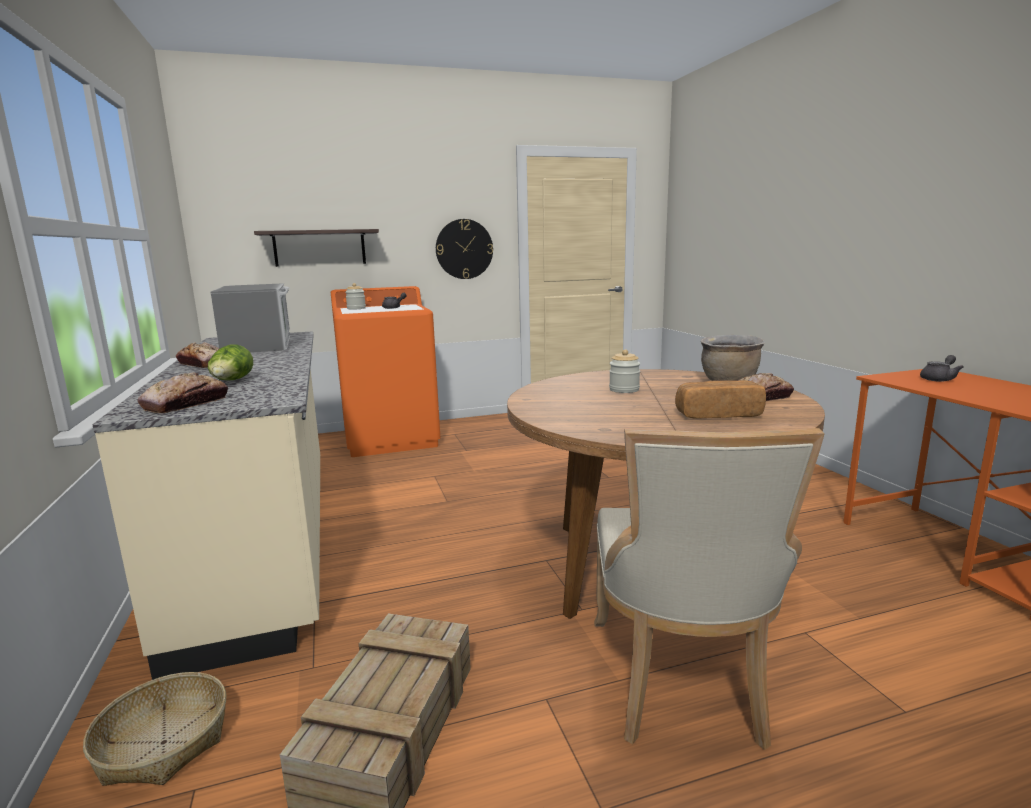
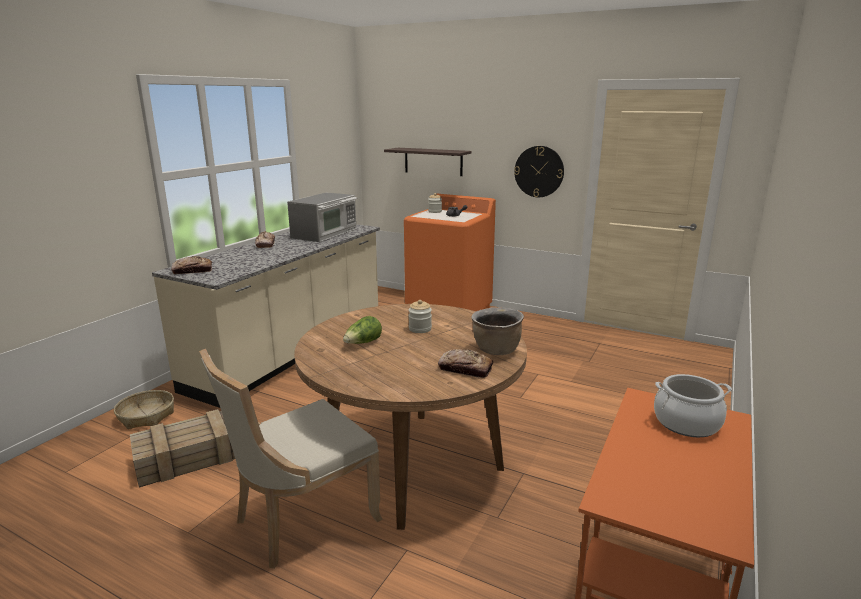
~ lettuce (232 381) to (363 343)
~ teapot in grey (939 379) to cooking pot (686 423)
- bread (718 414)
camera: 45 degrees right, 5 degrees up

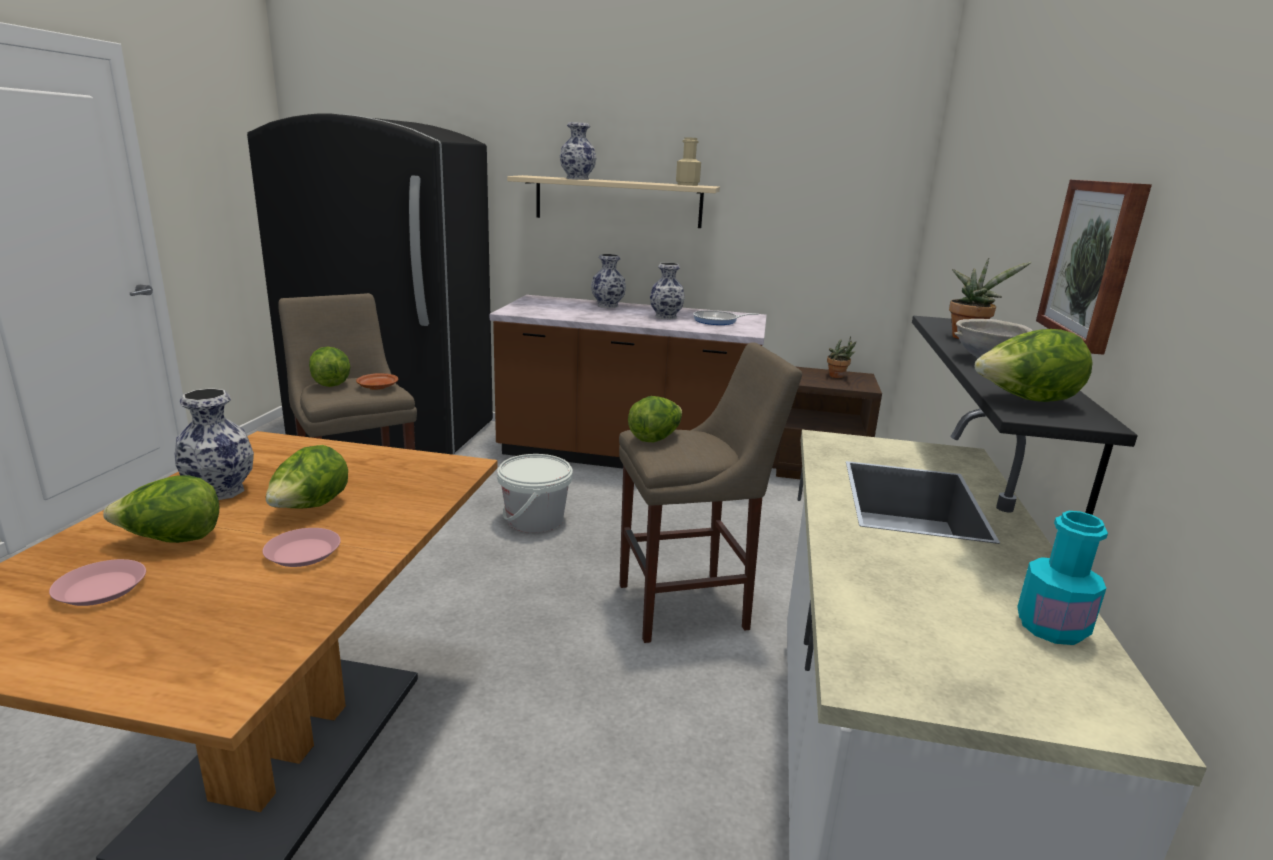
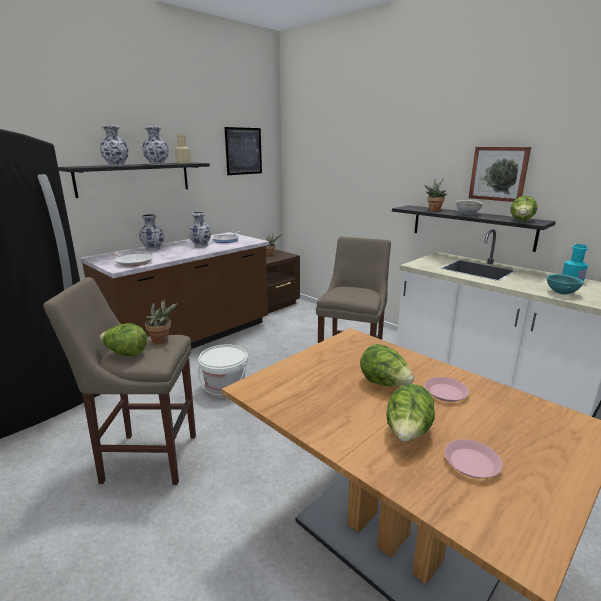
~ shelf in beige (618 201) to shelf in black (134 178)
+ frying pan (133 262)
~ vase (219 491) to (157 164)
~ plate in brown (377 387) to potted plant (162 340)
+ picture (243 151)
+ bowl in turquoise (562 293)
- lettuce (655 438)
camera: 55 degrees left, 0 degrees up

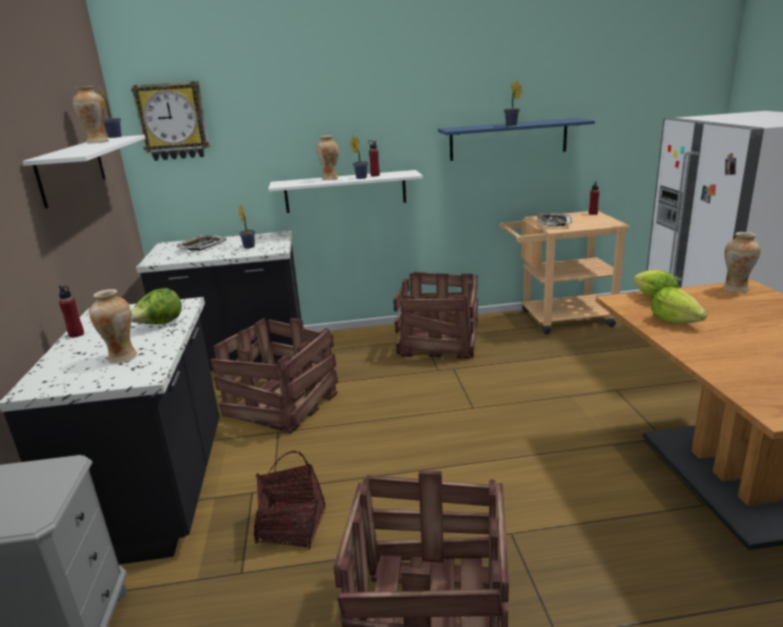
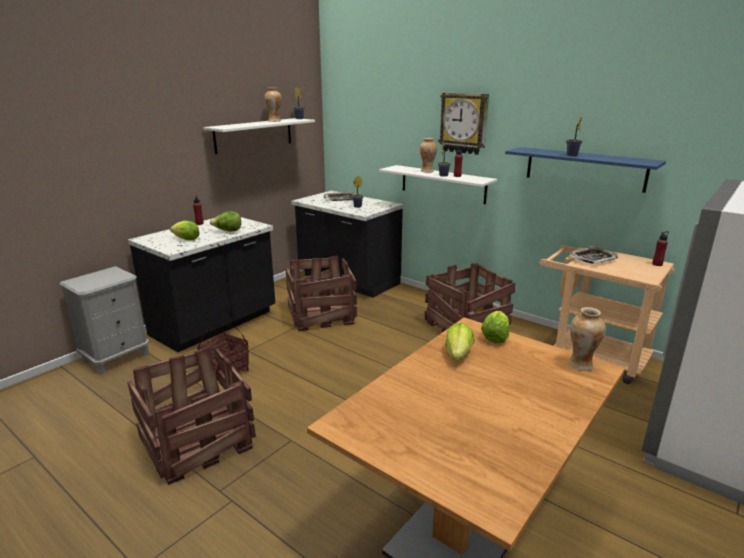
~ vase (122 357) to lettuce (186 239)
~ wall clock (173 121) to (464 123)
camera: 45 degrees right, 0 degrees up

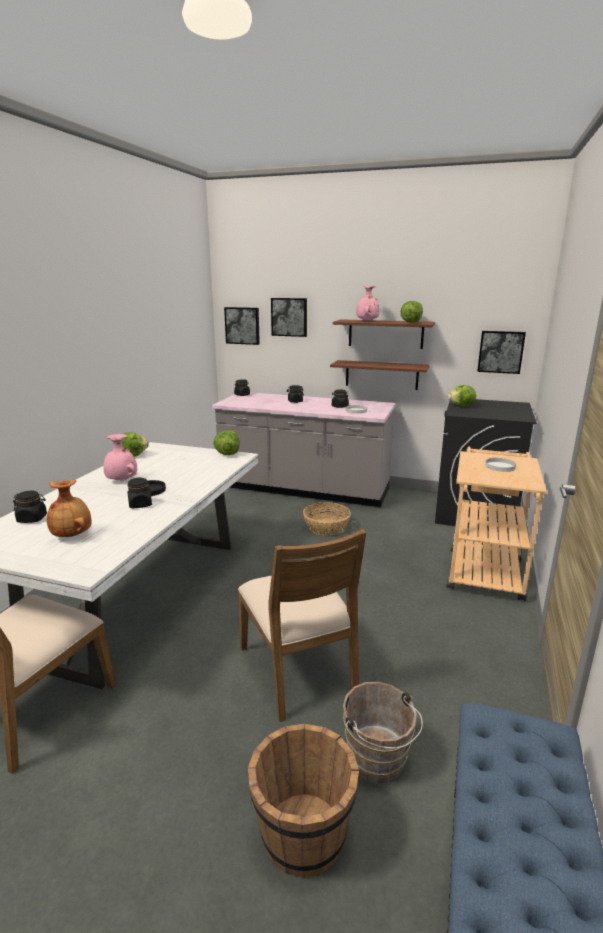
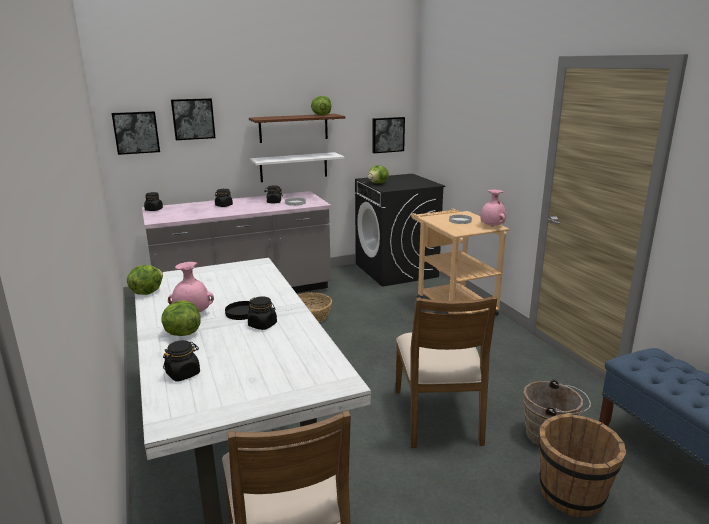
~ lettuce (227 454) to (182 333)
~ shelf in brown (381 375) to shelf in white (293 167)
~ chair in brown (299 670) = (439 416) 60 degrees clockwise
~ vase in pink (367 321) to (492 226)
- vase in brown (72 535)
camera: 40 degrees left, 0 degrees up

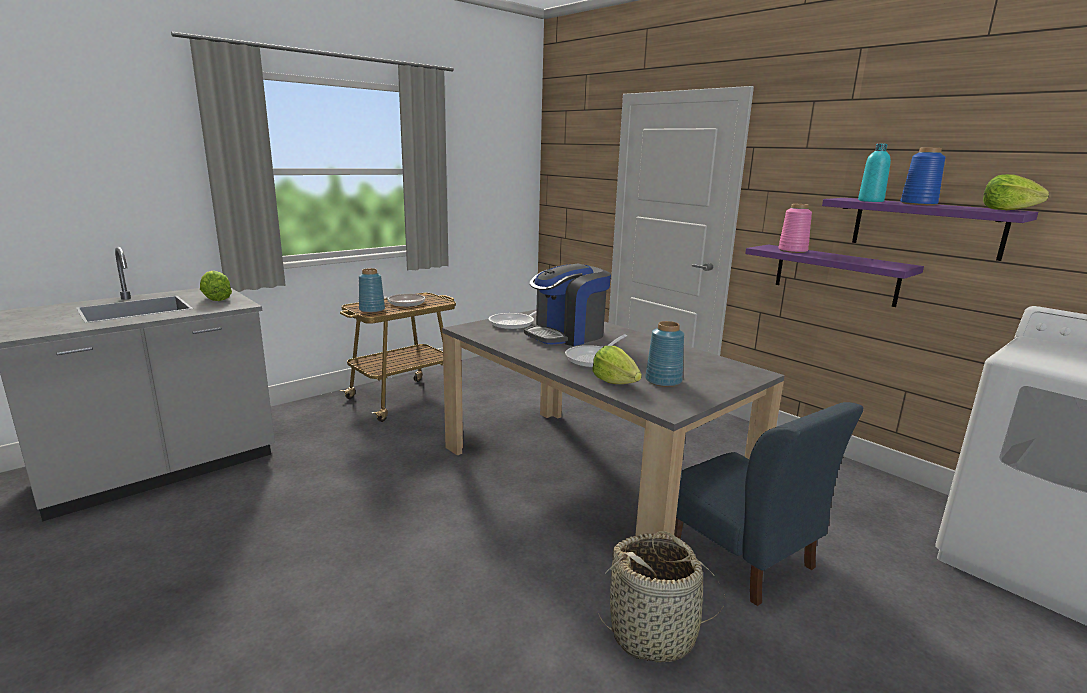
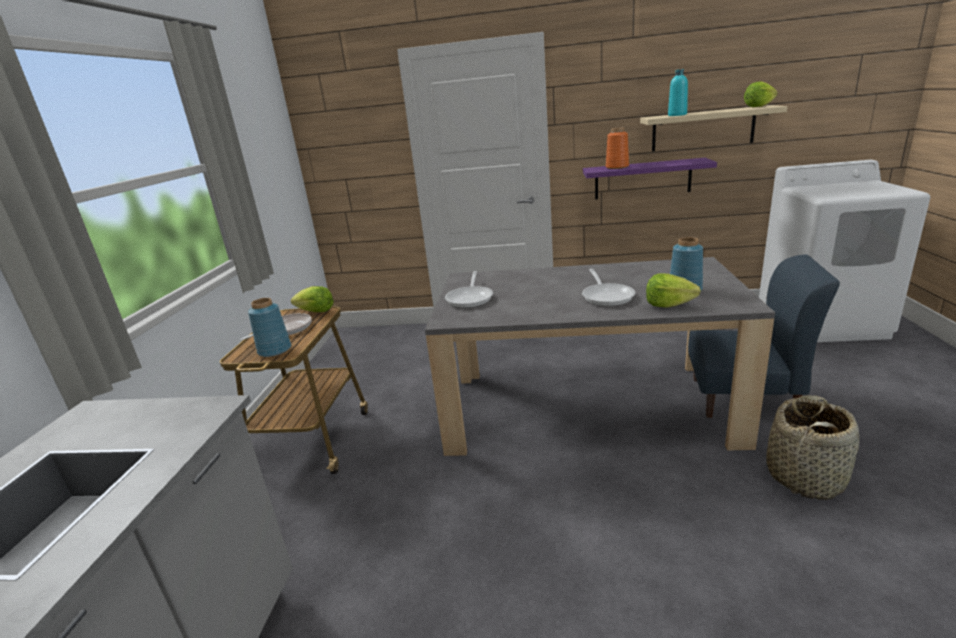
~ lettuce (216 299) to (316 311)
~ vase in pink (792 251) to vase in orange (617 167)
~ shelf in purple (926 227) to shelf in beige (703 129)
- coffee machine (567 335)
- vase in blue (919 204)
camera: 40 degrees left, 5 degrees up

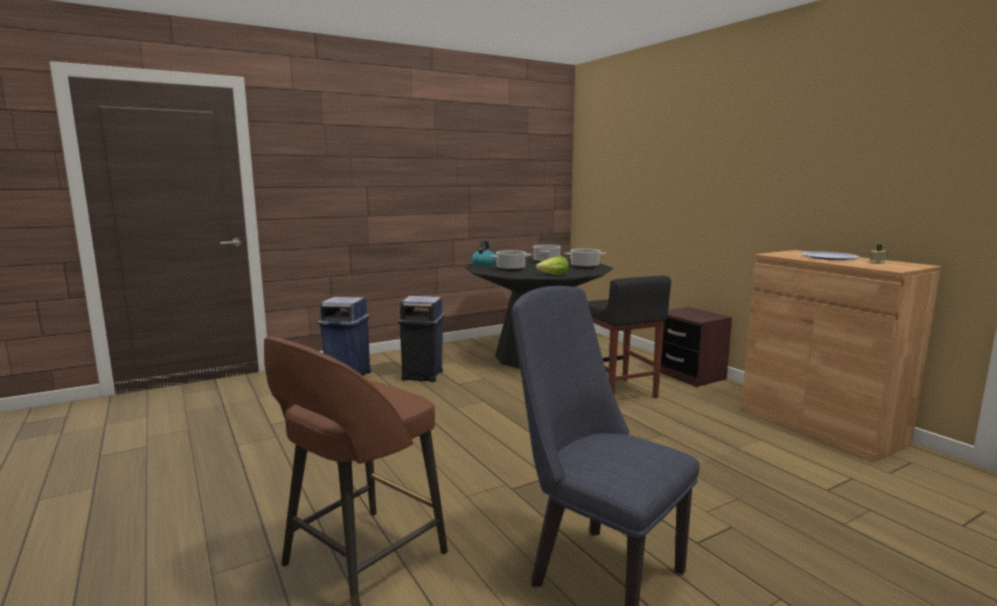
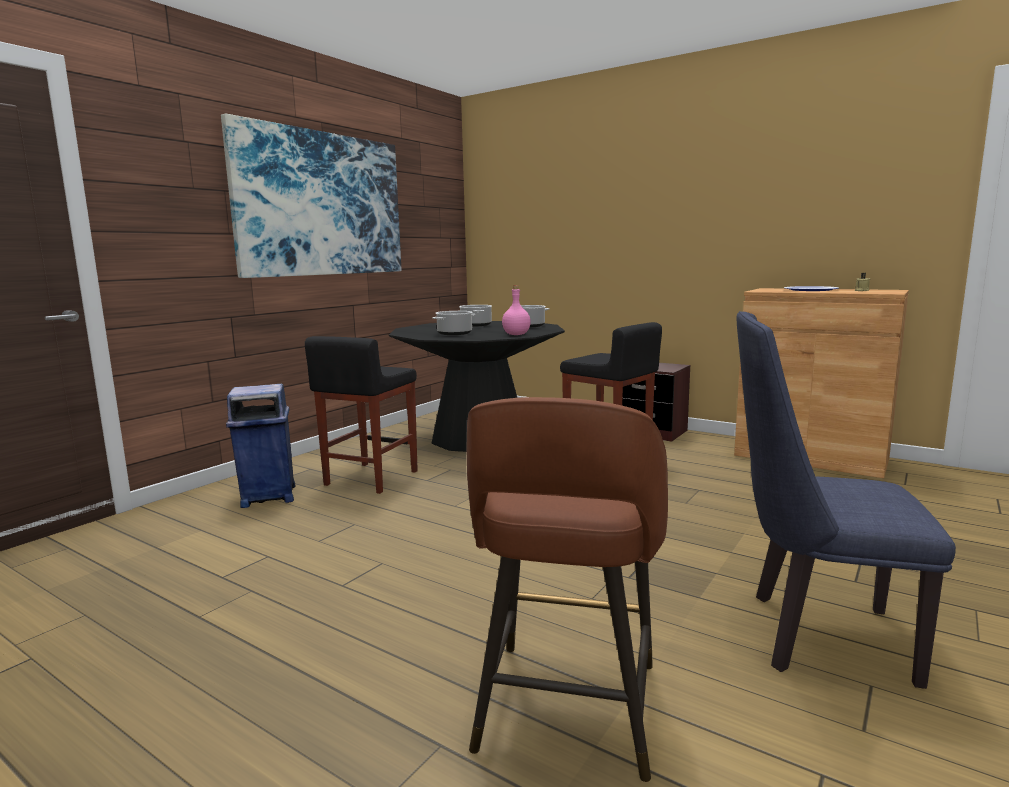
+ picture (321 204)
~ trash can in blue (423 375) to stool in black (370 478)
~ lettuce (553 275) to bottle in pink (517 334)
- kettle (484 264)
camera: 25 degrees left, 0 degrees up

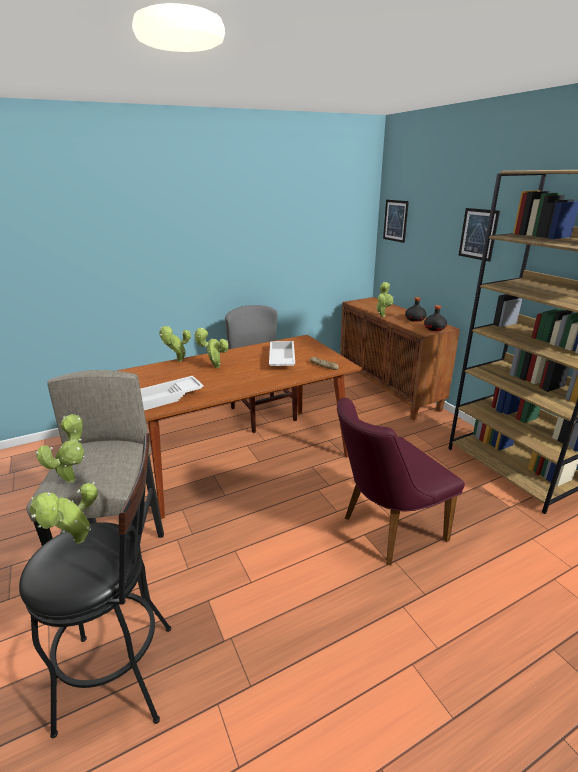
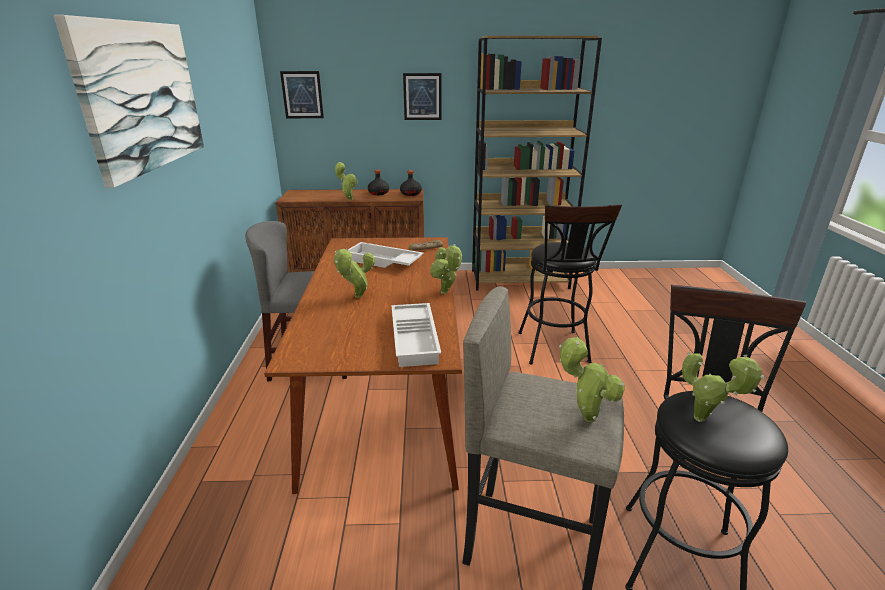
+ picture (142 96)
~ potted plant (178 361) to (445 293)
~ chair in purple (385 530) to stool in black (555 350)
camera: 65 degrees left, 0 degrees up

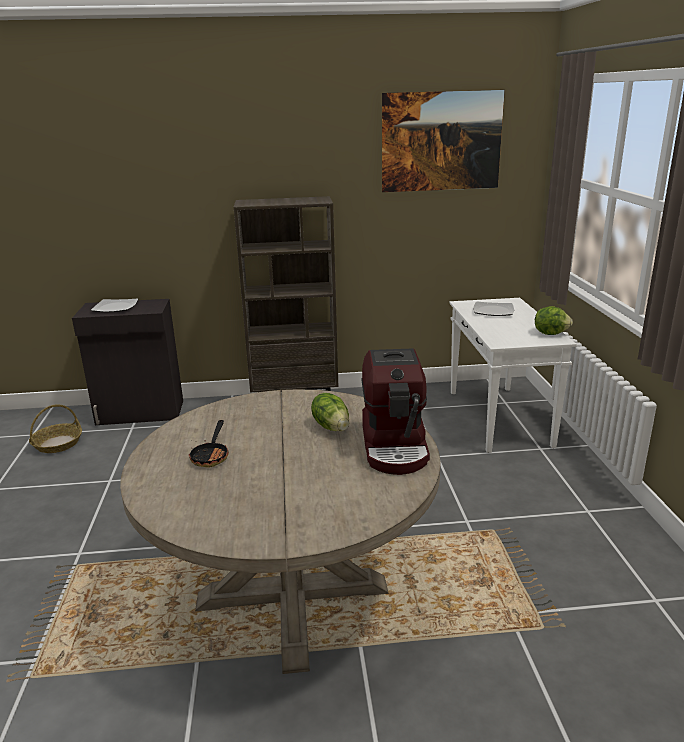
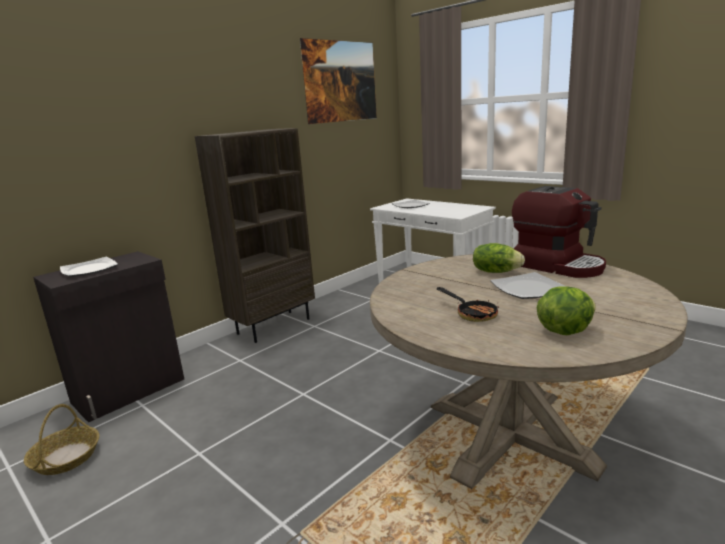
+ plate (528 289)
~ lettuce (550 333) to (563 330)
camera: 40 degrees left, 5 degrees down

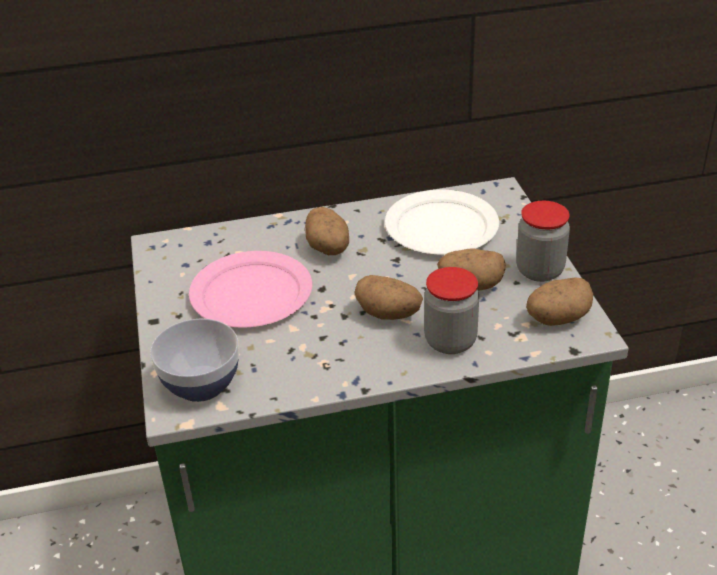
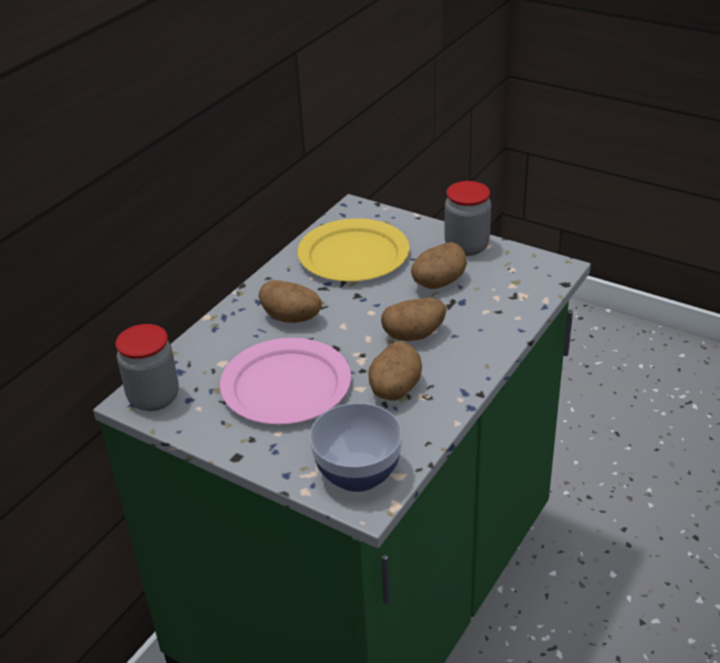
~ jar (450 341) to (154 398)
~ plate in white (441 228) to plate in yellow (354 255)
~ potato (557 318) to (394 389)
camera: 45 degrees left, 0 degrees up

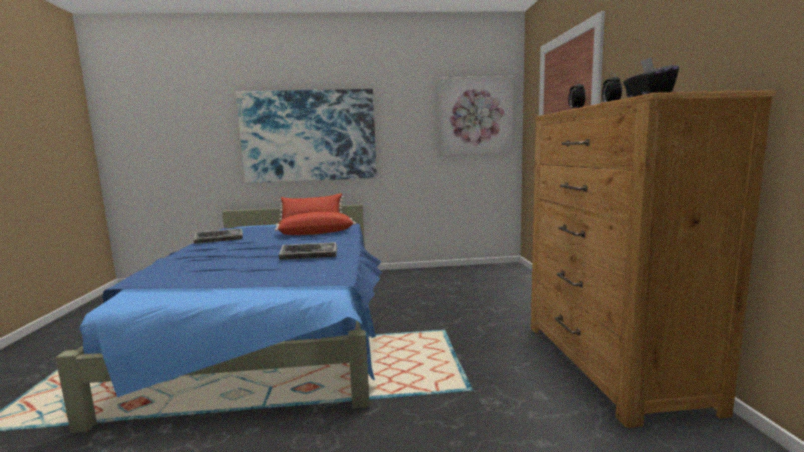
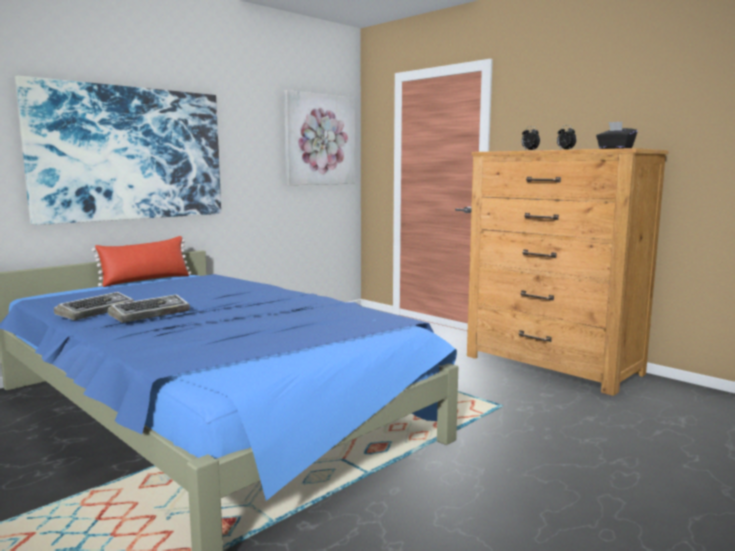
~ keyboard (310 255) to (151 314)
- pillow in red (316 233)
camera: 40 degrees left, 0 degrees up

